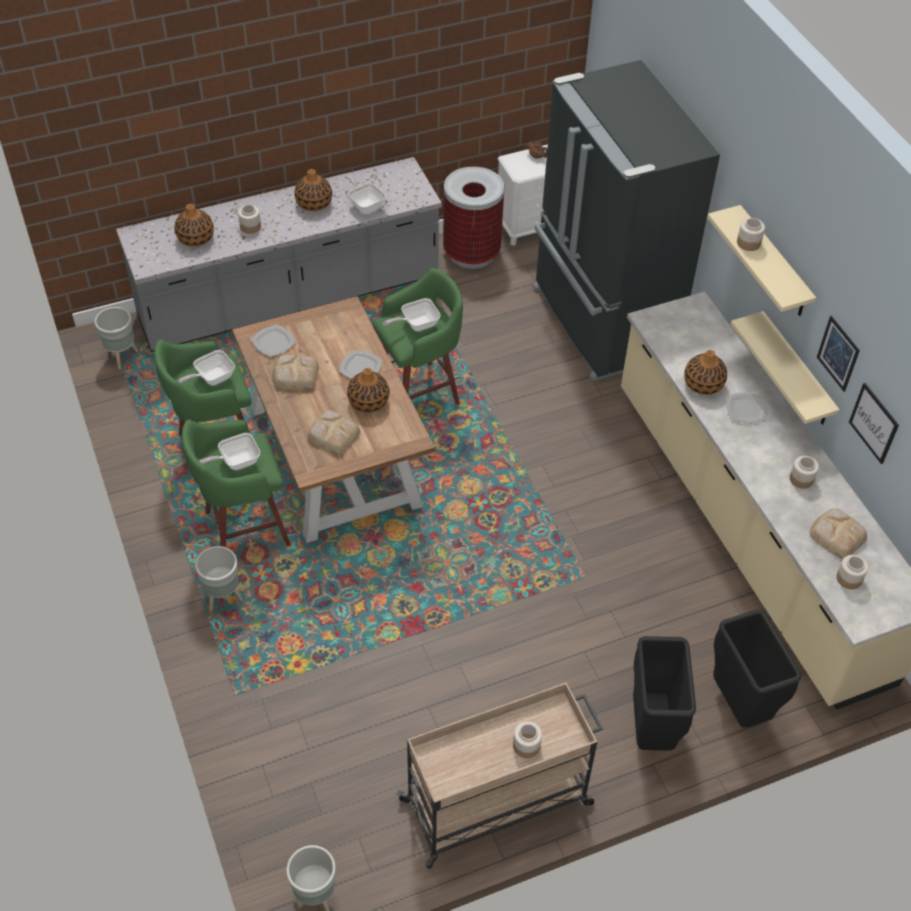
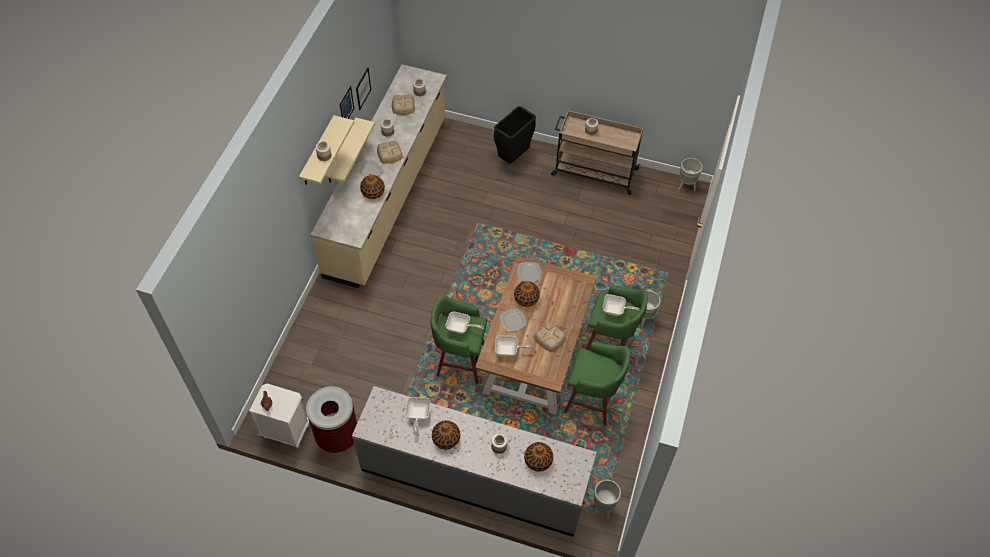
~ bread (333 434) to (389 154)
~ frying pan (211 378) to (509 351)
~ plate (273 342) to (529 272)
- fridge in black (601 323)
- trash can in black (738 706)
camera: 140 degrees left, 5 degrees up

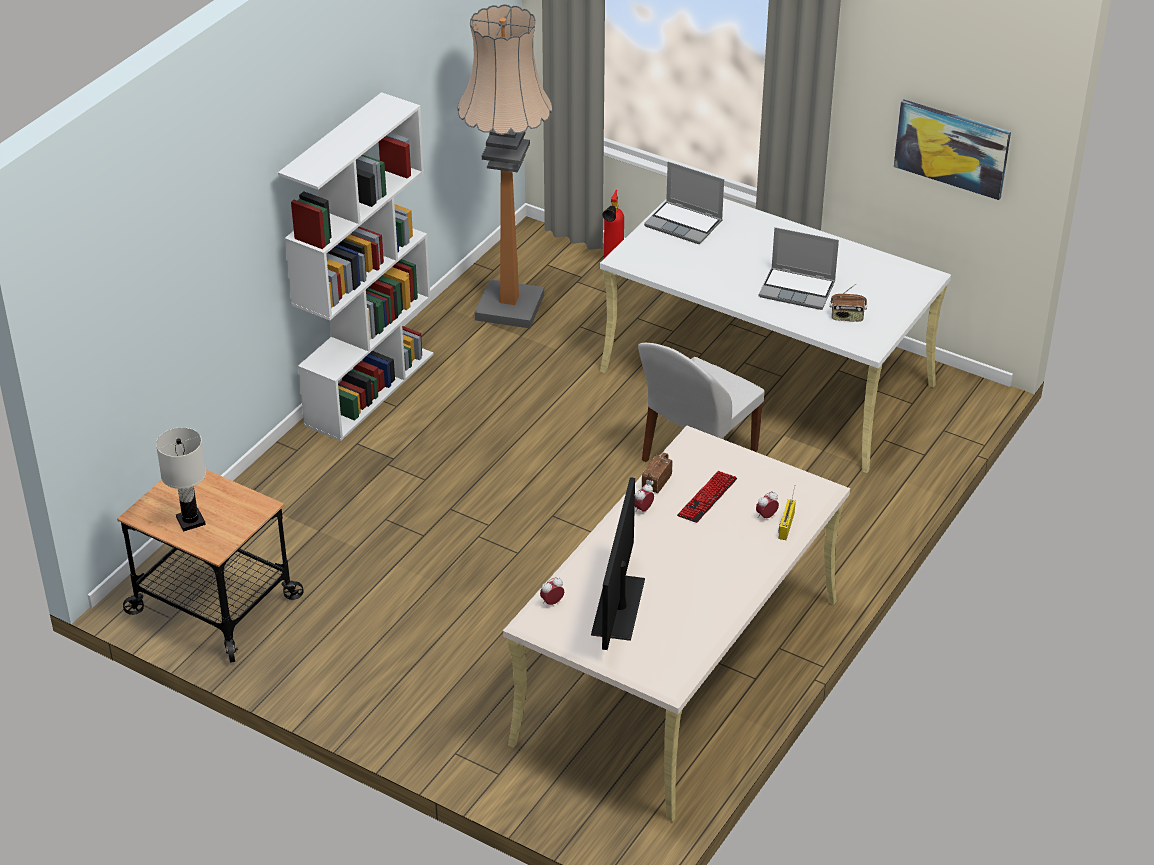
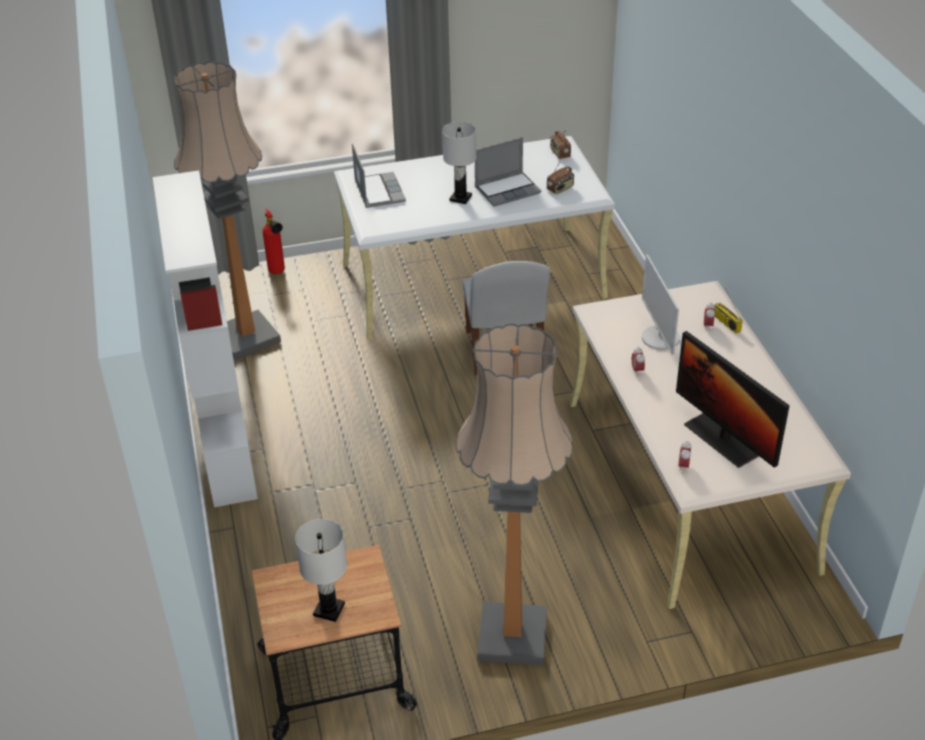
~ laptop (685 224) = (378 191) 90 degrees counterclockwise
+ table lamp in white (461 198)
+ floor lamp (512 636)
~ radio (656 482) to (559 153)
~ keyboard (707 498) to monitor (660 338)
- picture (952 148)
camera: 45 degrees left, 0 degrees up

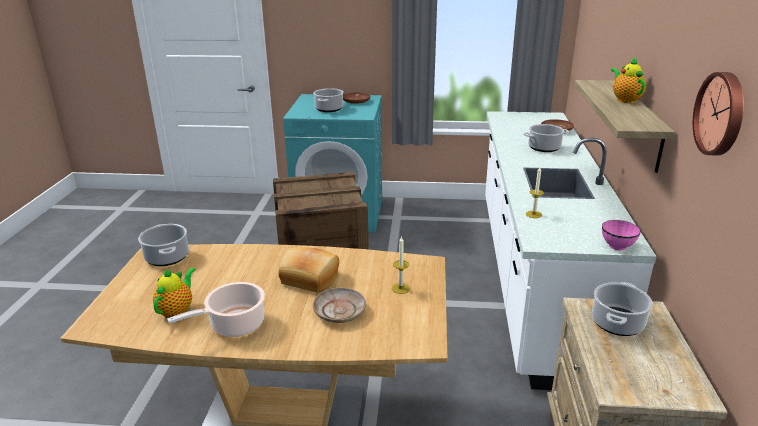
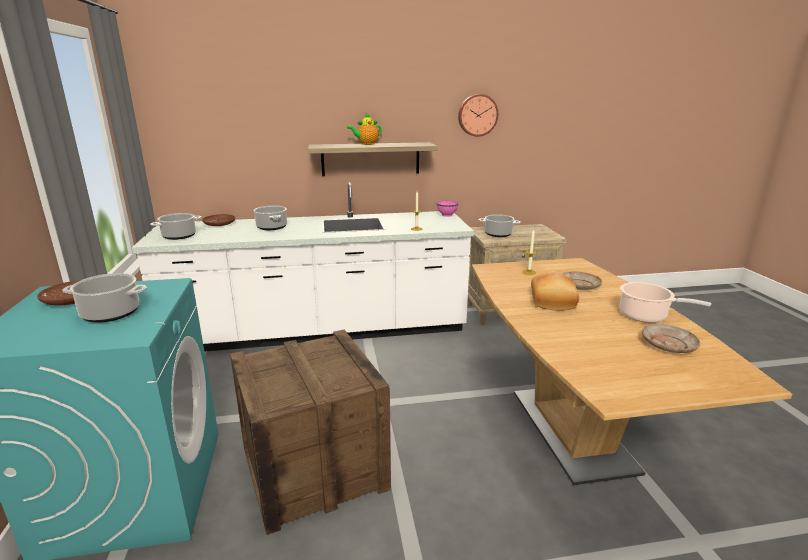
~ cooking pot (167 257) to (179 236)
~ teapot (177 310) to plate in beige (668 345)
camera: 105 degrees left, 5 degrees down

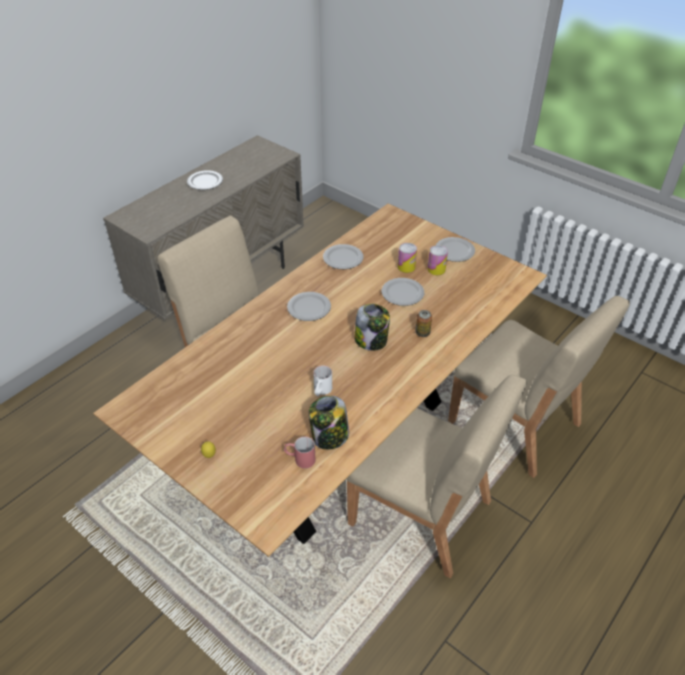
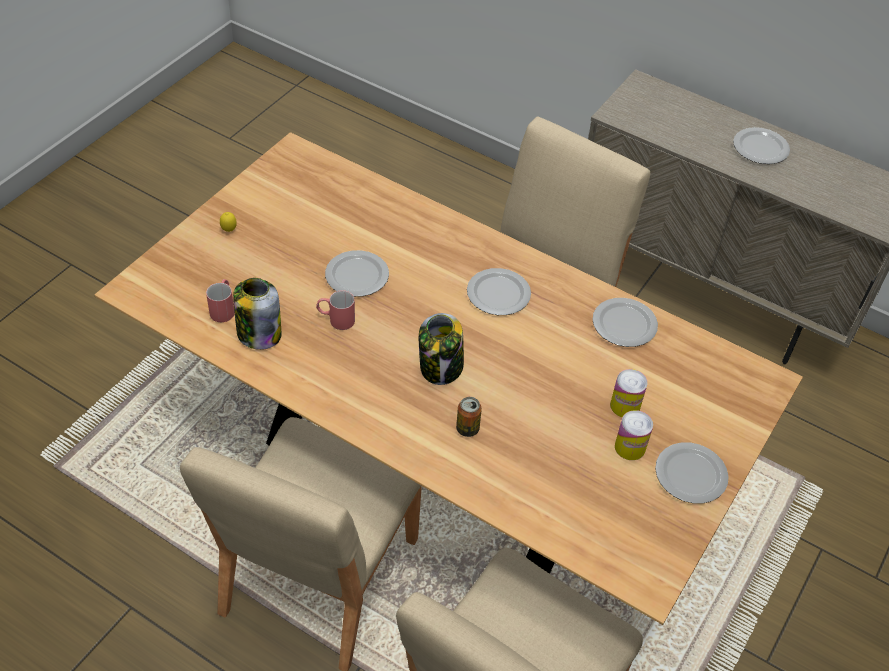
~ mug in white (321 391) to mug in red (336 319)
~ plate (403 293) to (356 276)
camera: 80 degrees right, 5 degrees up

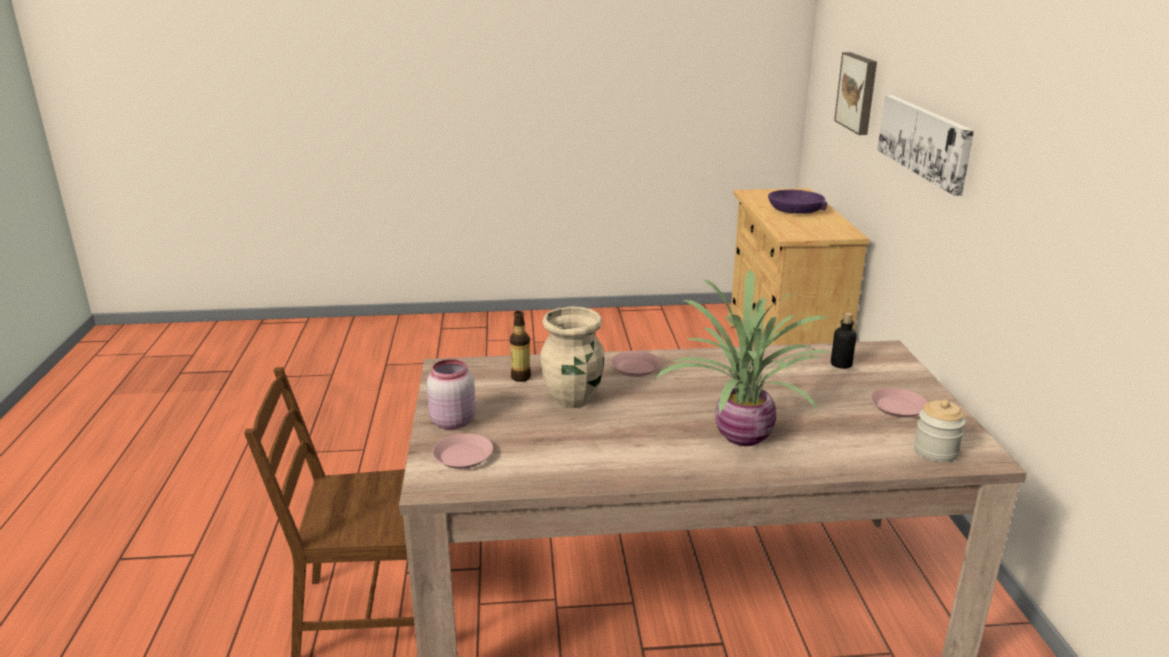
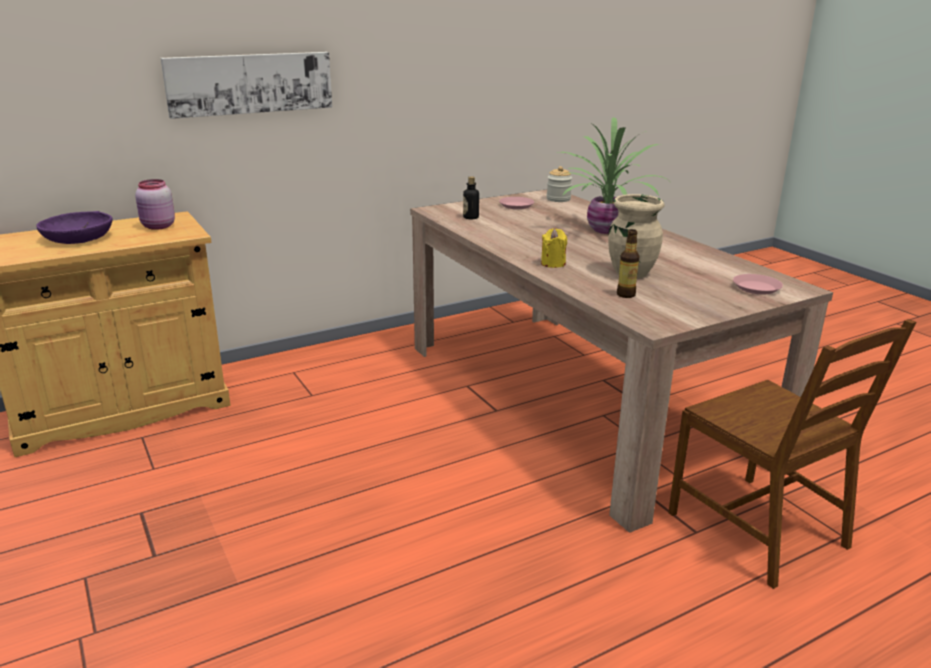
~ jar in pink (452 422) to (158 226)
~ plate in pink (635 367) to candle in yellow (553 263)
- picture (858 92)
camera: 115 degrees left, 0 degrees up

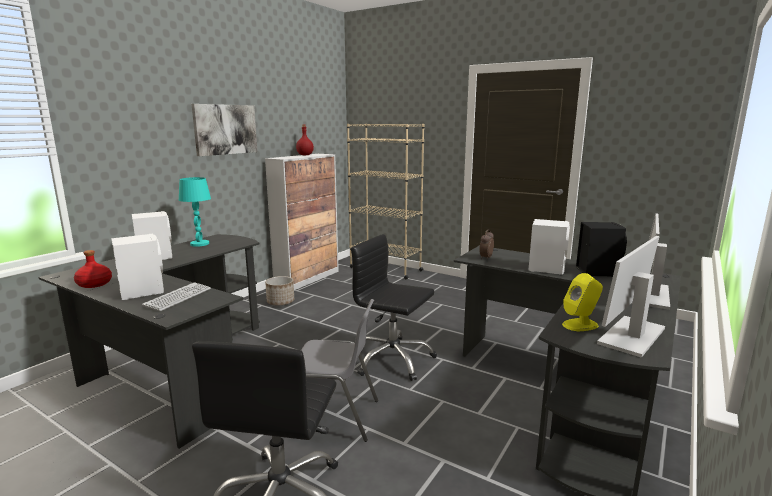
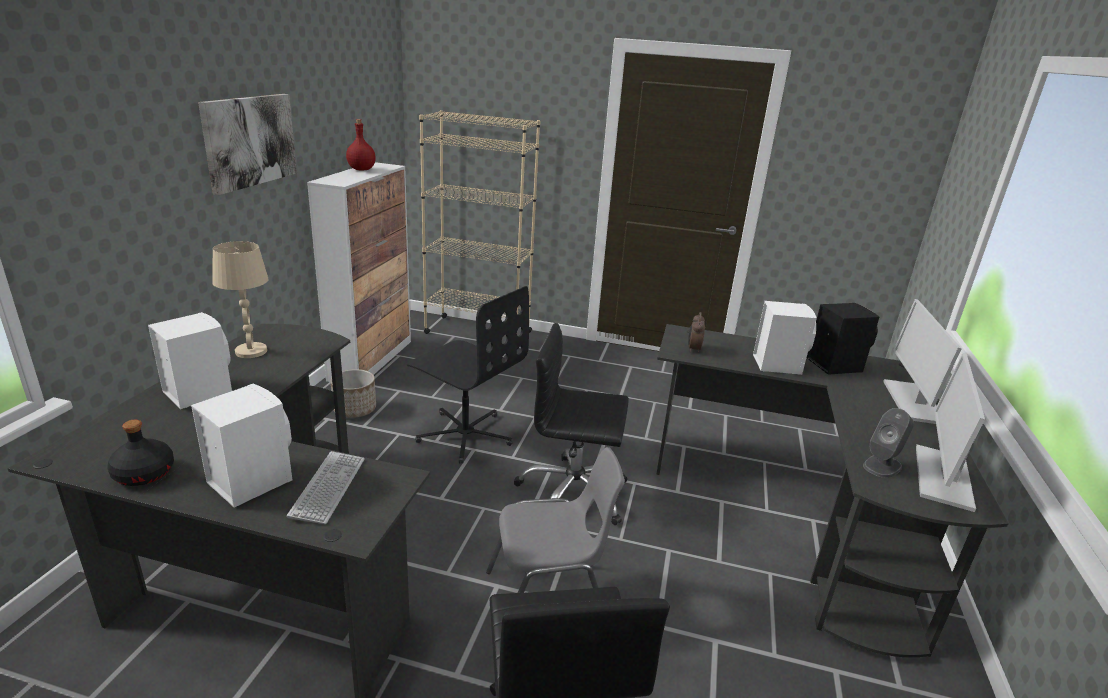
~ bottle in red (95 284) to bottle in black (145 474)
~ table lamp in turquoise (199 244) to table lamp in beige (251 351)
+ office chair in black (465 435)
~ speaker in yellow (580 325) to speaker in grey (882 466)
camera: 20 degrees left, 10 degrees up

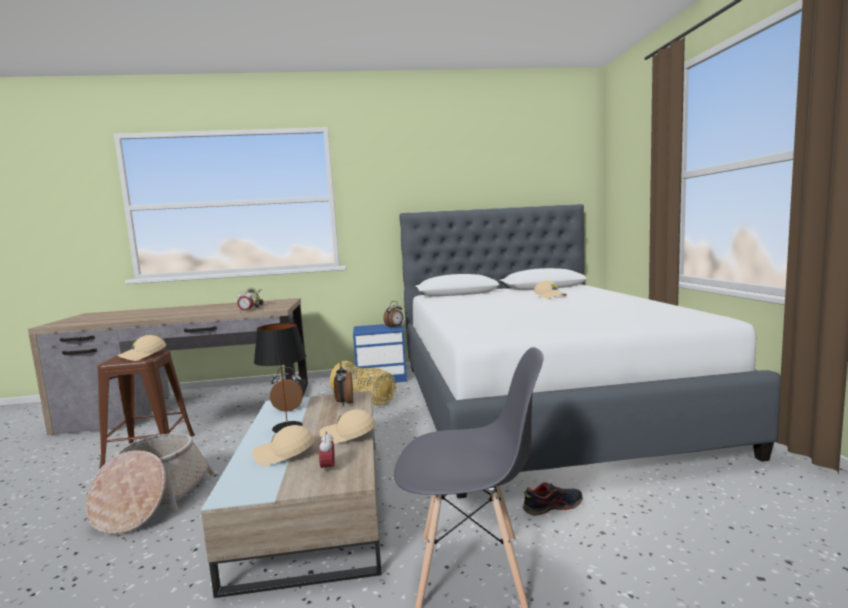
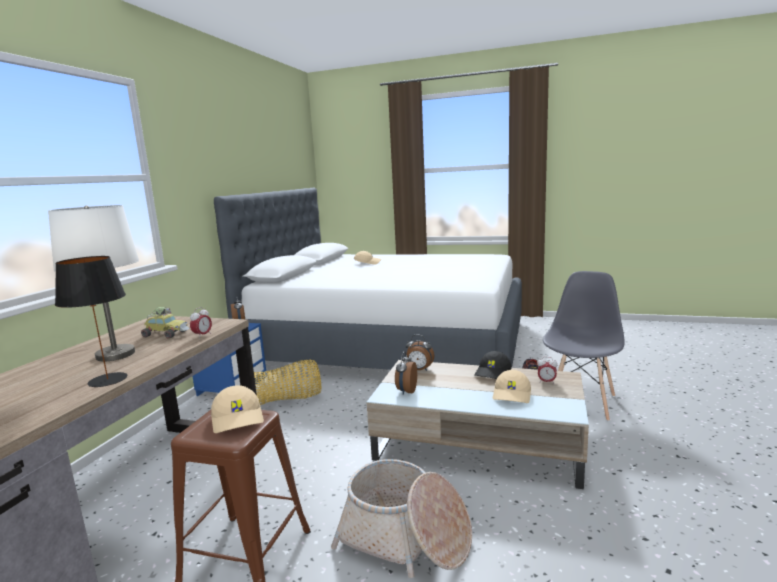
+ table lamp in white (116 354)
~ table lamp in black (287 427) to (108 380)
~ cap in beige (348 436) to cap in black (493 373)
camera: 65 degrees left, 5 degrees up

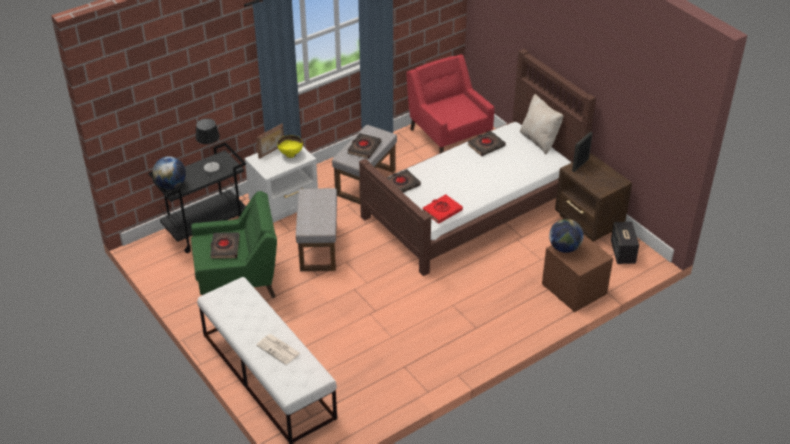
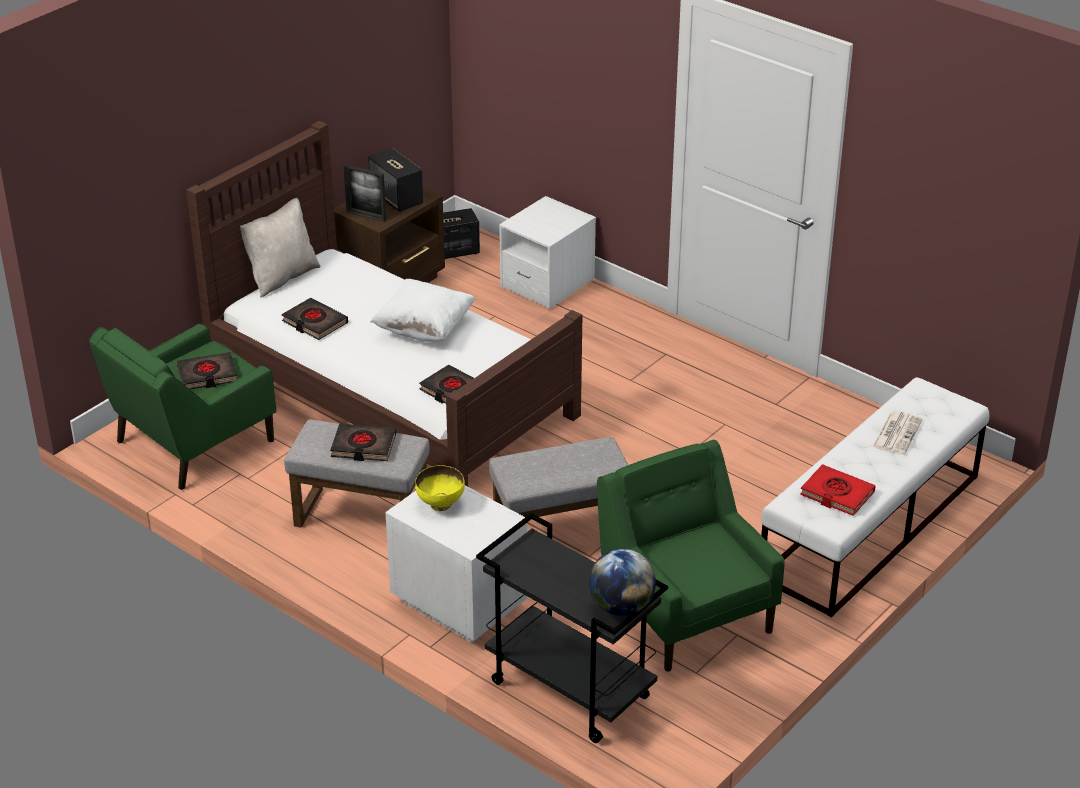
~ armchair in red (448 136) to armchair in green (192 443)
~ book in black (224 247) to (207 375)
+ speaker (397 198)
+ pillow in white (424 329)
~ nightstand in brown (574 289) to nightstand in white (547 283)
~ book in red (442 211) to (837 494)
- table lamp (211 167)
- picture frame (272 151)
- globe (564 248)
camera: 105 degrees left, 5 degrees down

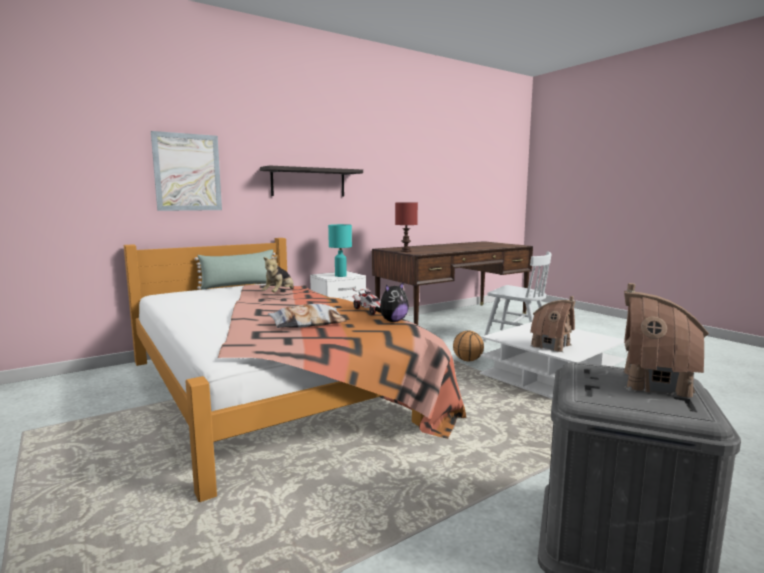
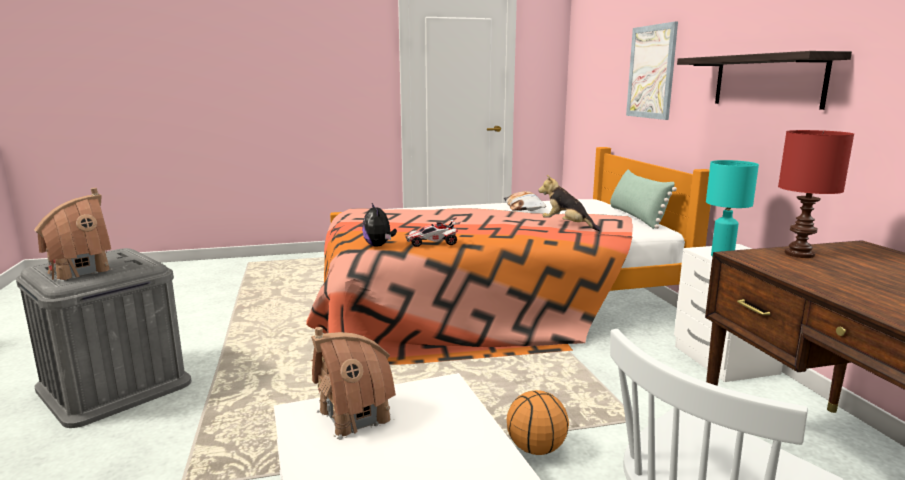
~ pillow (307 323) to (524 207)
camera: 110 degrees right, 5 degrees up

